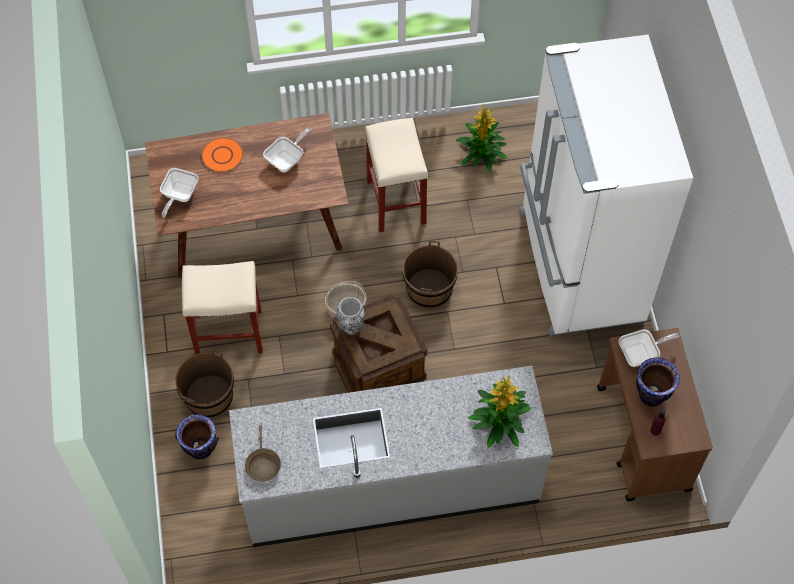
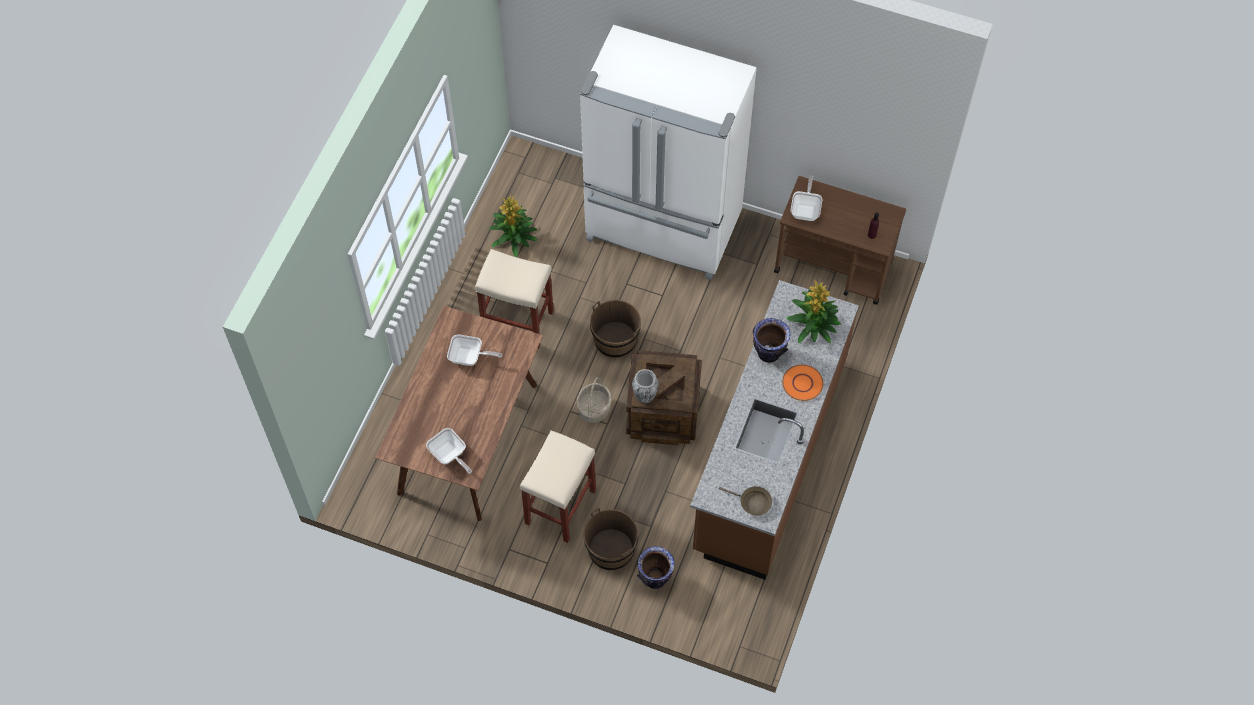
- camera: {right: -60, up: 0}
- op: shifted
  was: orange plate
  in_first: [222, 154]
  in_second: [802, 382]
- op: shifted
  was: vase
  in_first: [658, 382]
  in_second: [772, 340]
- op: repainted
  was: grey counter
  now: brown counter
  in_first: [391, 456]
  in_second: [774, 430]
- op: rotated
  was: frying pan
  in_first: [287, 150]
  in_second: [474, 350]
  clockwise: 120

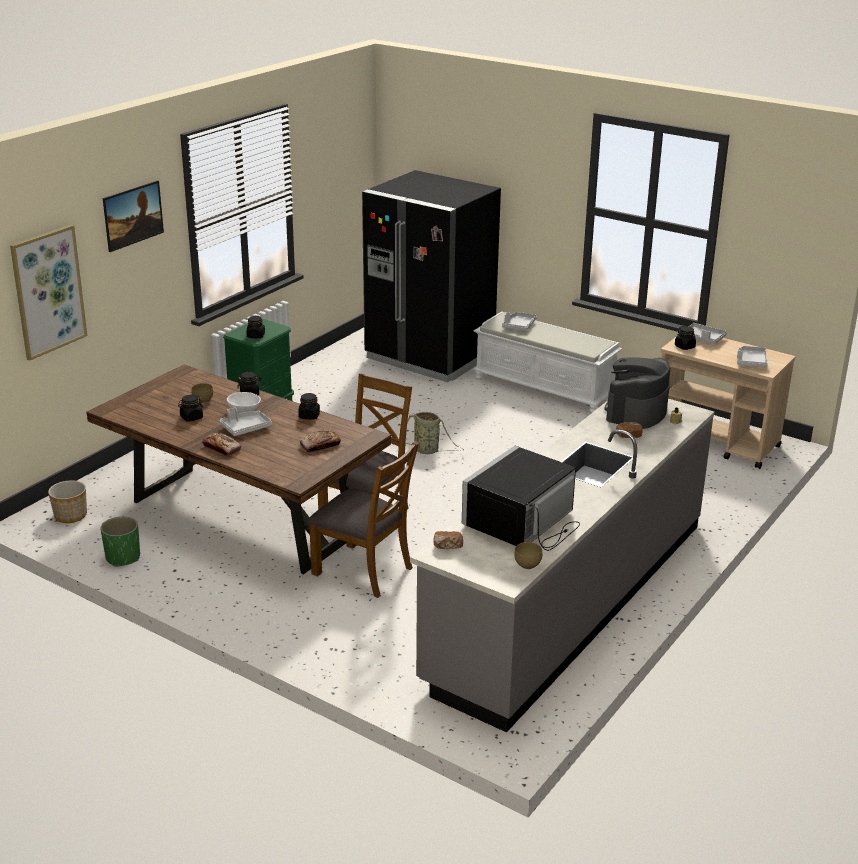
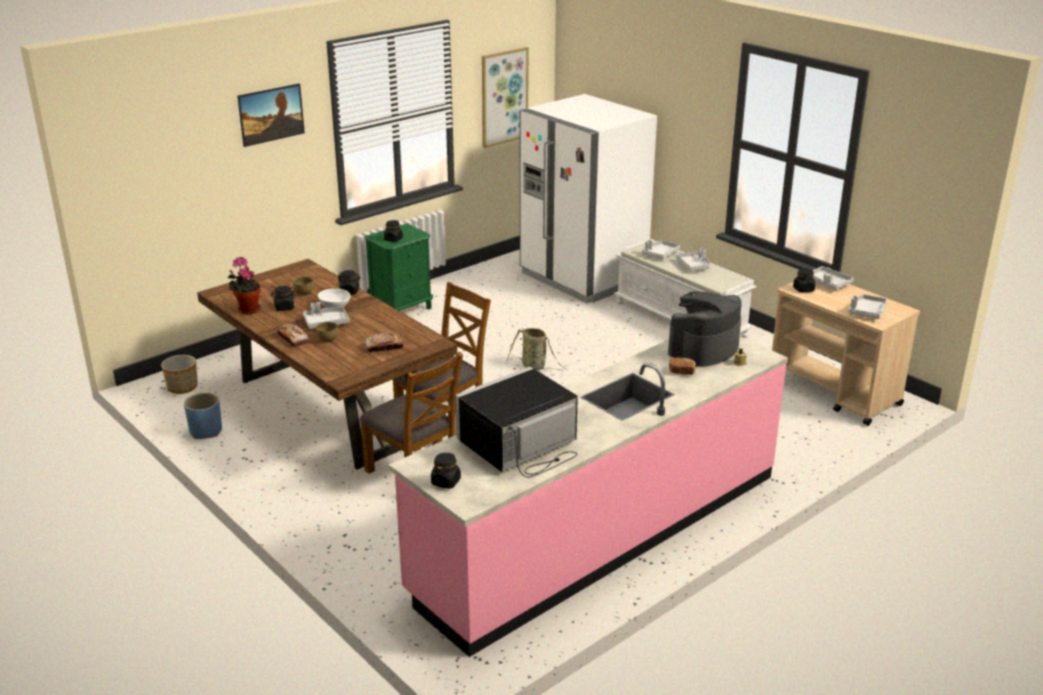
- camera: {right: 15, up: 0}
- op: gone
  was: bread
  in_first: [448, 540]
- op: new
  now: potted plant
  in_second: [244, 285]
- op: new
  now: grey tray
  in_second: [693, 259]
- op: shifted
  was: picture
  in_first: [48, 293]
  in_second: [505, 97]
- op: shifted
  was: black jar
  in_first: [309, 406]
  in_second: [446, 471]
- op: shifted
  was: brown bowl
  in_first: [528, 555]
  in_second: [327, 332]
- op: repainted
  was: green planter
  now: blue planter
  in_first: [120, 541]
  in_second: [203, 416]
- op: repainted
  was: black fridge
  now: white fridge
  in_first: [431, 276]
  in_second: [588, 199]
- op: repainted
  was: grey counter
  now: pink counter
  in_first: [562, 565]
  in_second: [588, 496]

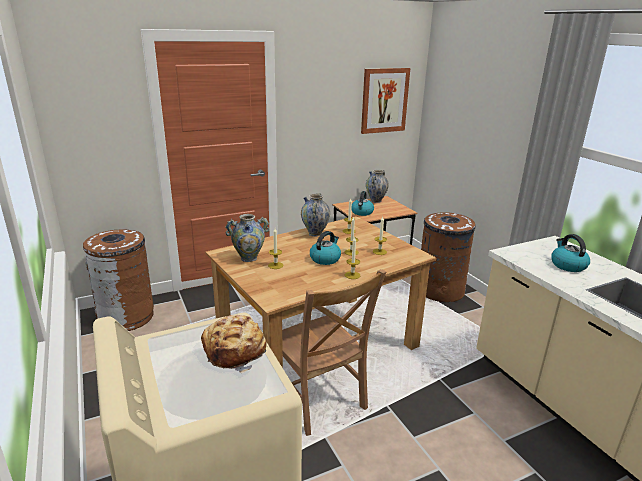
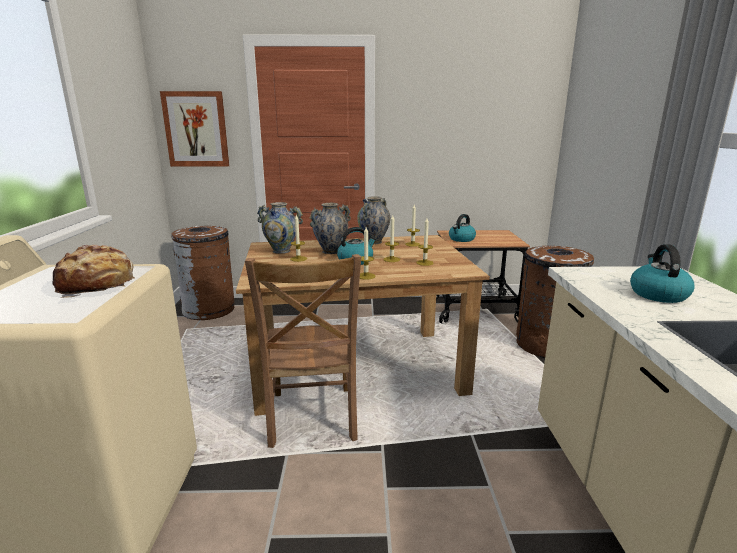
- camera: {right: 25, up: -5}
- op: shifted
  was: picture
  in_first: [385, 101]
  in_second: [194, 129]
- op: shifted
  was: vase
  in_first: [377, 186]
  in_second: [330, 228]

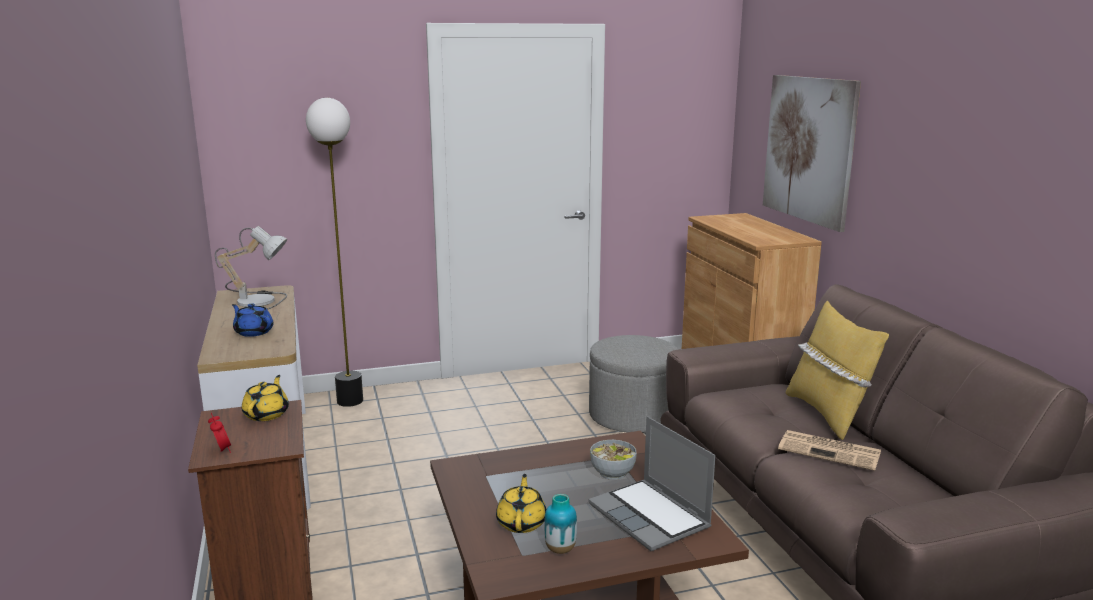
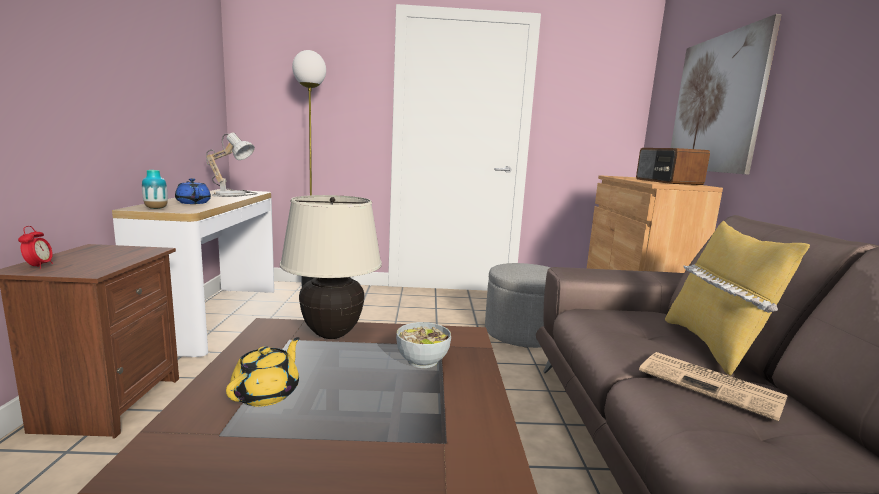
- camera: {right: 15, up: -5}
- op: gone
  was: yellow teapot
  in_first: [265, 398]
- op: gone
  was: laptop
  in_first: [652, 483]
- op: new
  now: beige table lamp
  in_second: [331, 267]
- op: new
  now: radio
  in_second: [673, 166]
- op: shifted
  was: vase
  in_first: [560, 524]
  in_second: [155, 189]

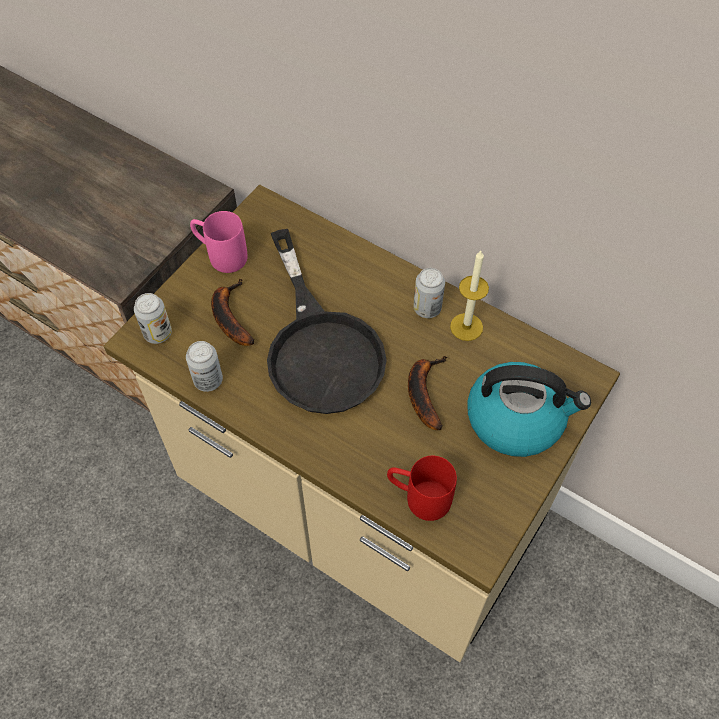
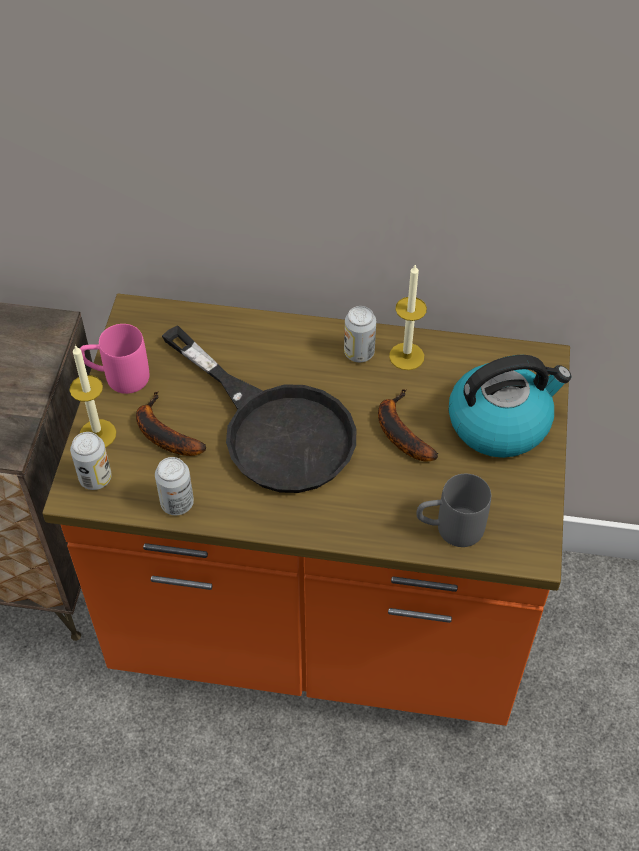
- camera: {right: -25, up: -5}
- op: new
  now: candle
  in_second: [92, 396]
- op: repainted
  was: beige counter
  now: orange counter
  in_first: [362, 423]
  in_second: [306, 510]
- op: repainted
  was: red mug
  now: grey mug
  in_first: [422, 488]
  in_second: [453, 510]

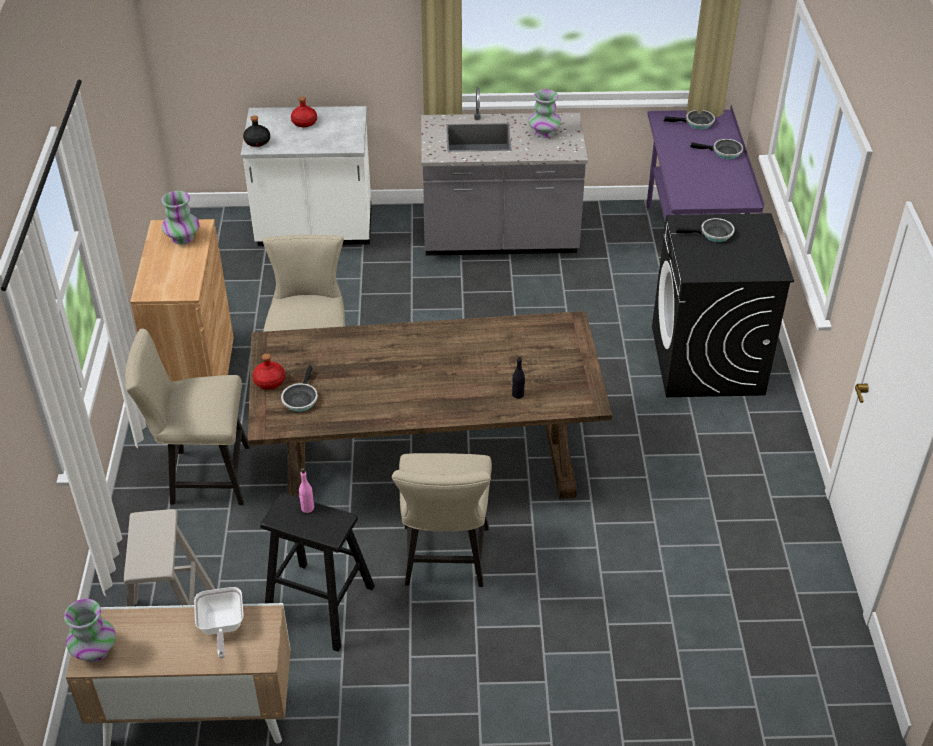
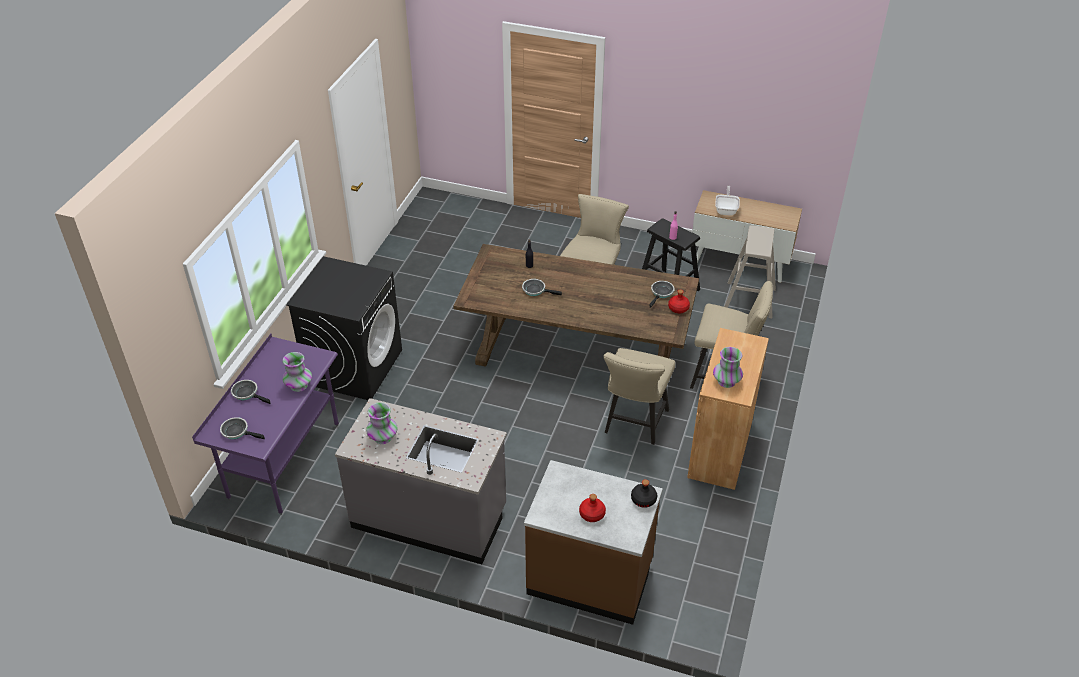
- camera: {right: -160, up: 0}
- op: shifted
  was: vase
  in_first: [90, 630]
  in_second: [297, 372]
- op: shifted
  was: frying pan
  in_first: [705, 230]
  in_second: [542, 287]
- op: repainted
  was: white counter
  now: brown counter
  in_first: [306, 176]
  in_second: [593, 542]

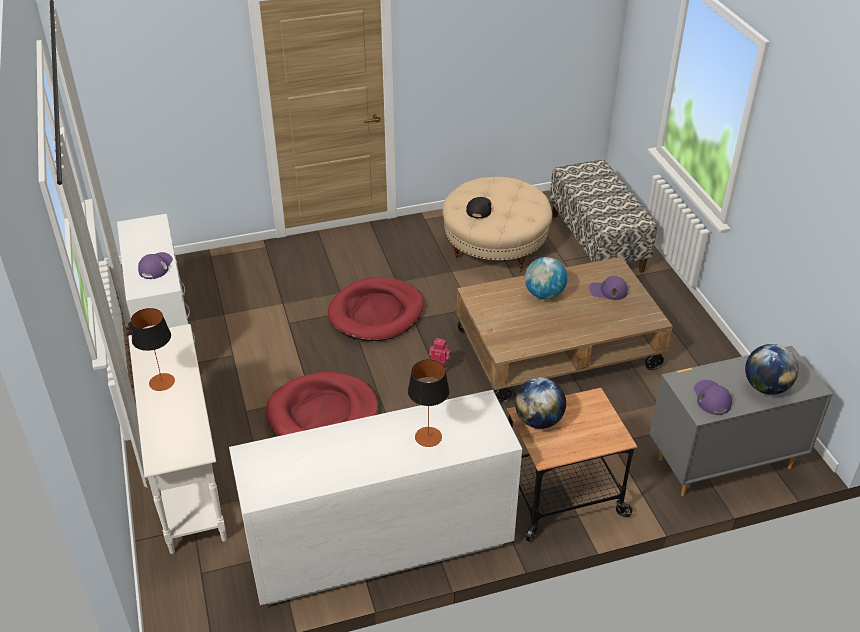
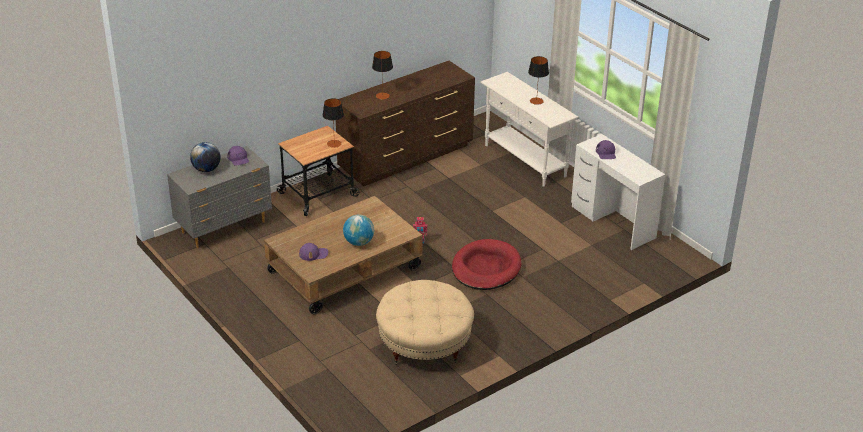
- camera: {right: 160, up: -5}
- op: gone
  was: red dog bed
  in_first: [322, 404]
- op: gone
  was: black cap
  in_first: [479, 207]
- op: gone
  was: bench
  in_first: [603, 216]
- op: swapped
  was: globe
  now: table lamp
  in_first: [540, 403]
  in_second: [333, 123]
- op: repainted
  was: white dresser
  now: brown dresser
  in_first: [375, 497]
  in_second: [405, 123]

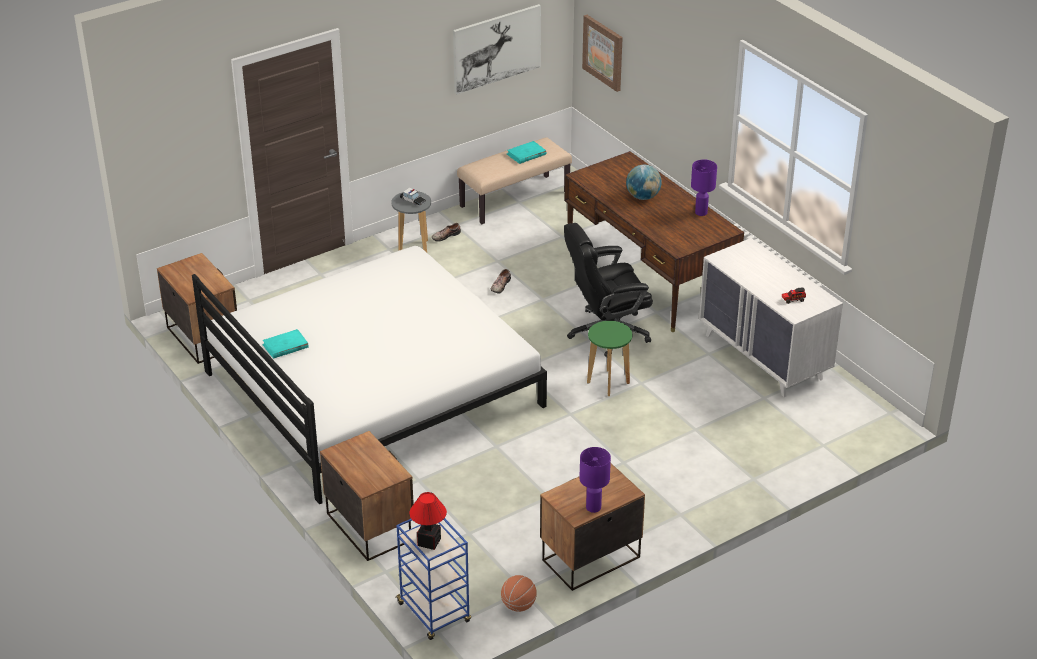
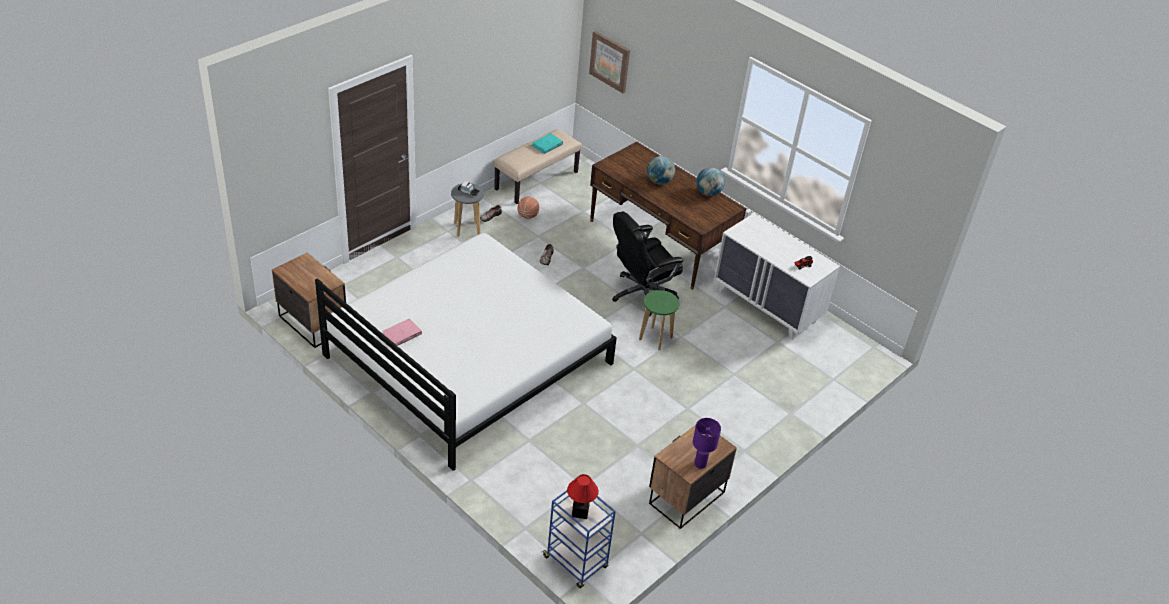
- camera: {right: -15, up: 5}
- op: gone
  was: nightstand
  in_first: [367, 496]
- op: gone
  was: picture
  in_first: [497, 49]
- op: shifted
  was: basketball
  in_first: [519, 593]
  in_second: [528, 208]
- op: swapped
  was: purple table lamp
  now: globe
  in_first: [704, 188]
  in_second: [710, 181]
- op: repainted
  was: turquoise book
  now: pink book
  in_first: [285, 344]
  in_second: [402, 332]

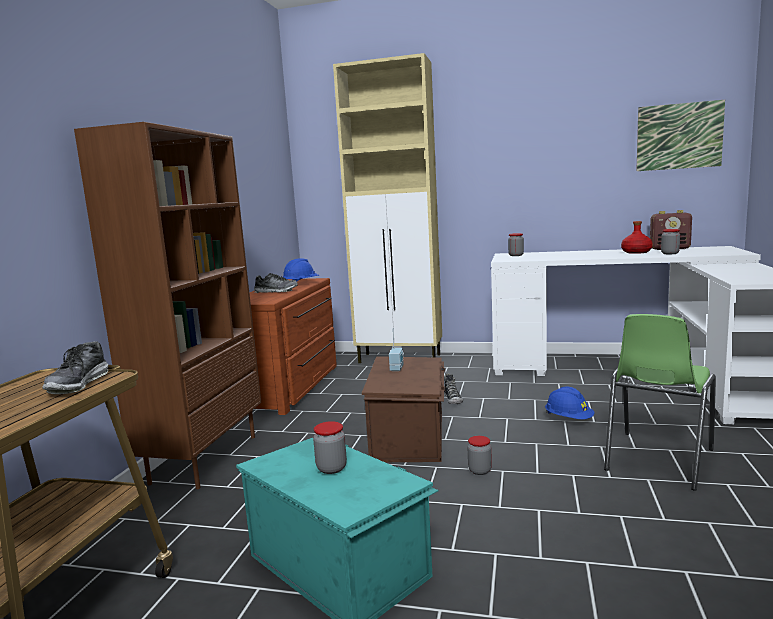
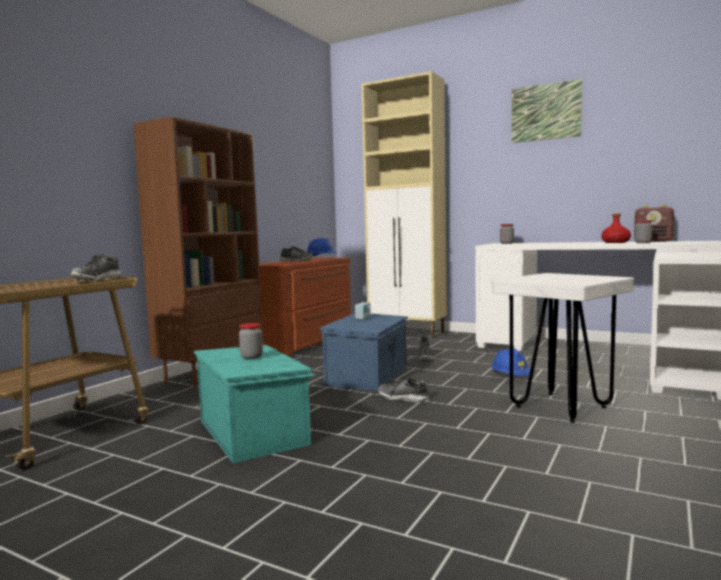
- camera: {right: 15, up: -5}
- op: shifted
  was: picture
  in_first: [680, 135]
  in_second: [547, 111]
- op: swapped
  was: jar
  now: shoe
  in_first: [479, 455]
  in_second: [403, 389]
- op: swapped
  was: green chair
  now: white stool
  in_first: [660, 402]
  in_second: [563, 348]
- op: repainted
  was: brown storage box
  now: blue storage box
  in_first: [404, 409]
  in_second: [365, 352]

